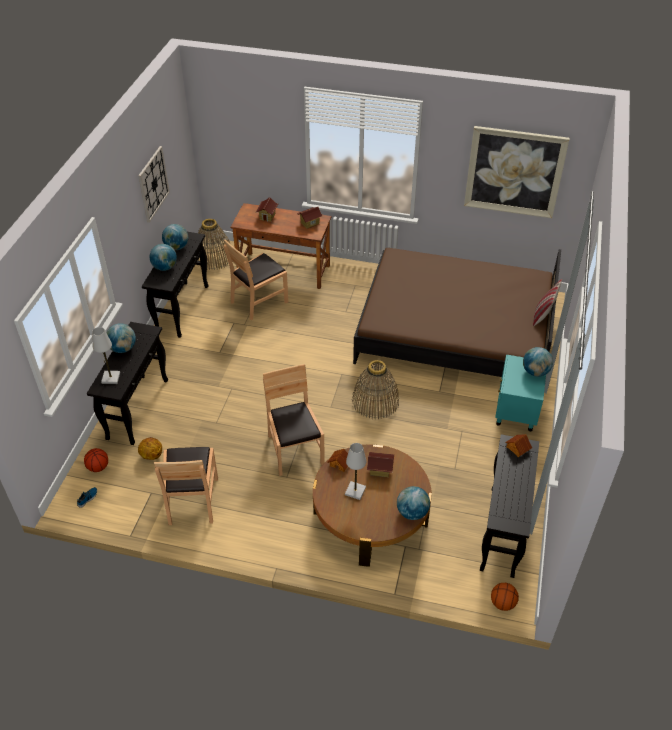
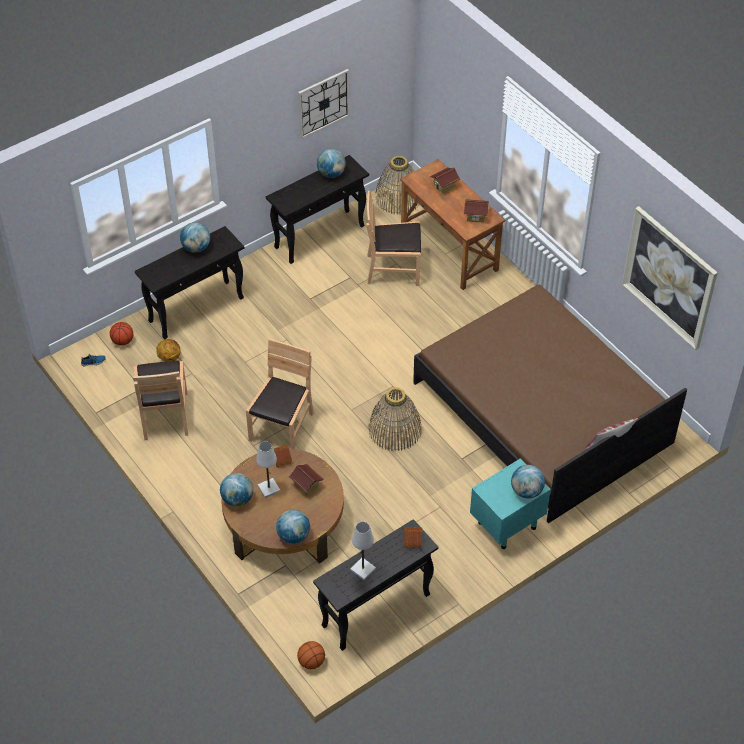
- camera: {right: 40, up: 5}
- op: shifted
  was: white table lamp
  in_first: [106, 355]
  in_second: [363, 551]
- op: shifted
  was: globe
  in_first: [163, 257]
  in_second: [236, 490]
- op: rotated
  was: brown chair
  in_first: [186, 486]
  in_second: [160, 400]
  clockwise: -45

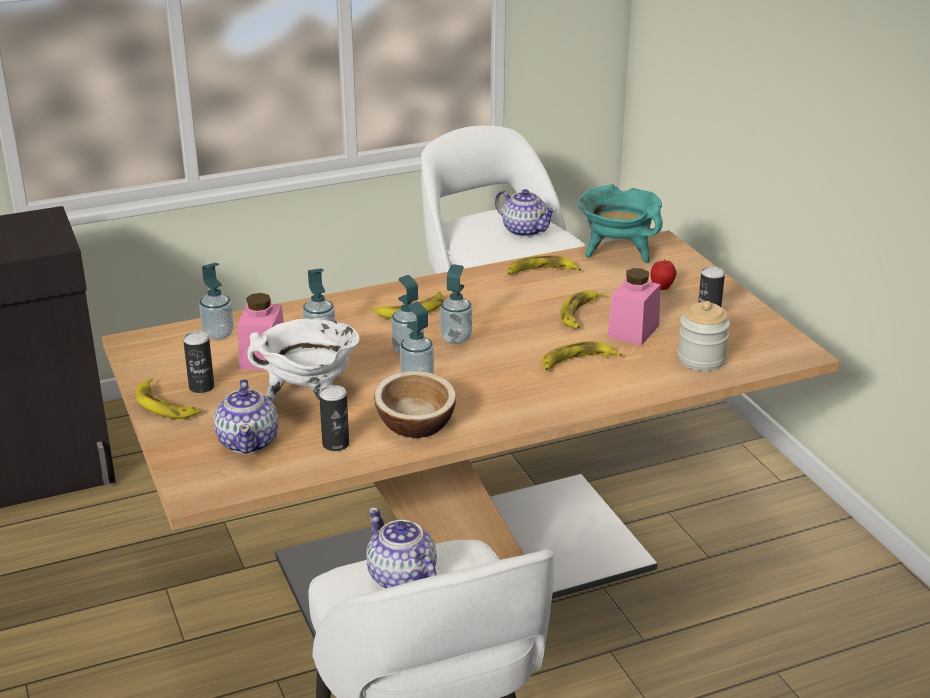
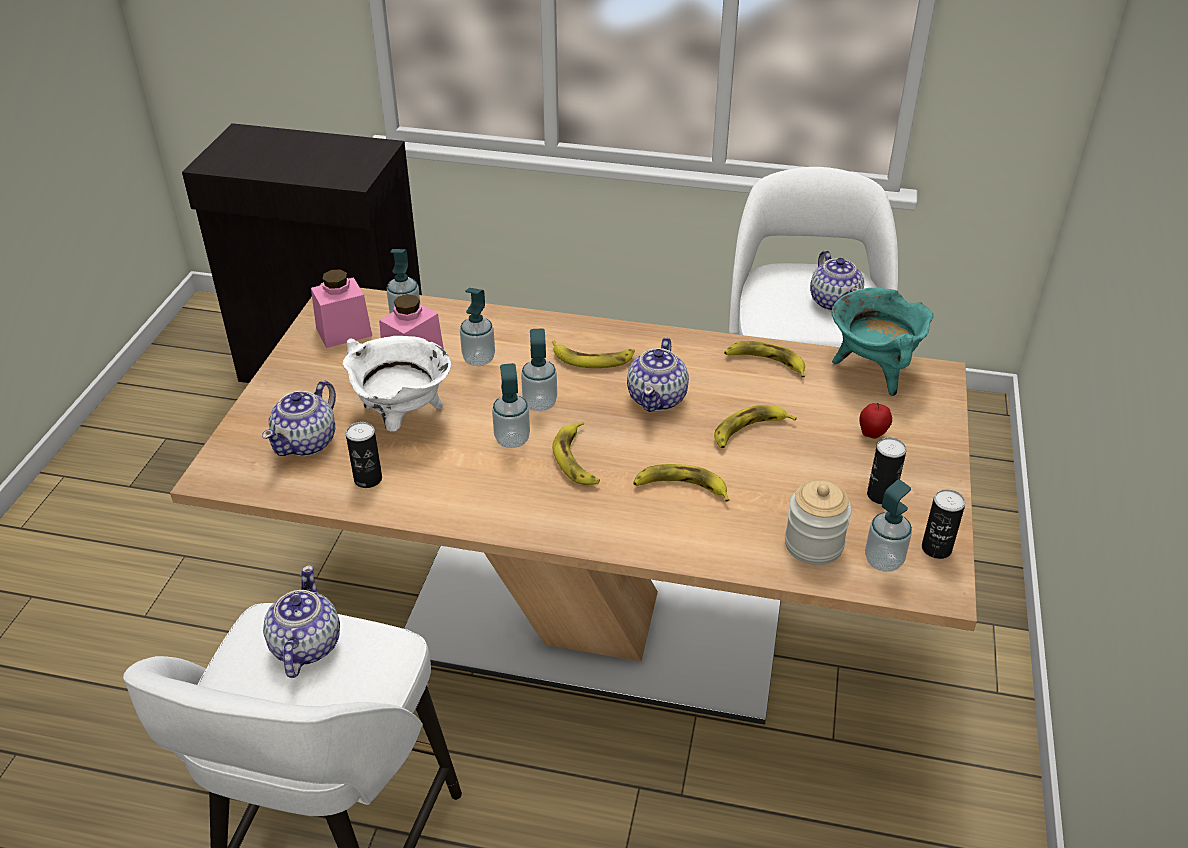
- camera: {right: 35, up: 10}
- op: gone
  was: bowl
  in_first: [415, 404]
- op: new
  now: teapot
  in_second: [658, 374]
- op: shifted
  was: banana
  in_first: [168, 398]
  in_second: [576, 453]
- op: shifted
  was: can
  in_first: [198, 362]
  in_second: [943, 524]
- op: shifted
  was: soap dispenser
  in_first: [456, 304]
  in_second: [888, 526]
- op: shifted
  was: pink jar
  in_first: [634, 307]
  in_second: [341, 308]

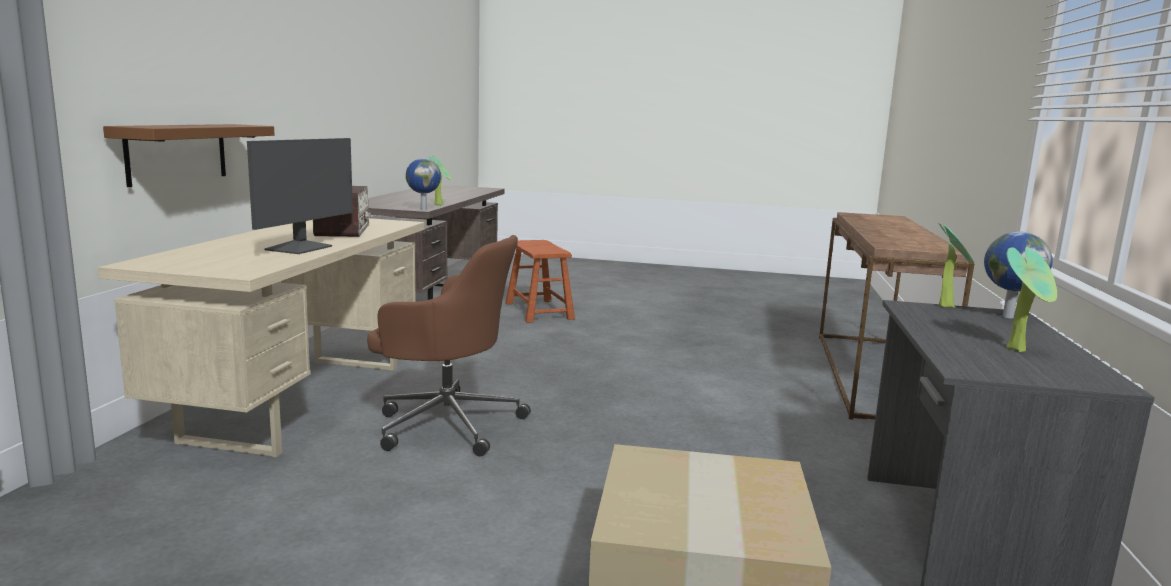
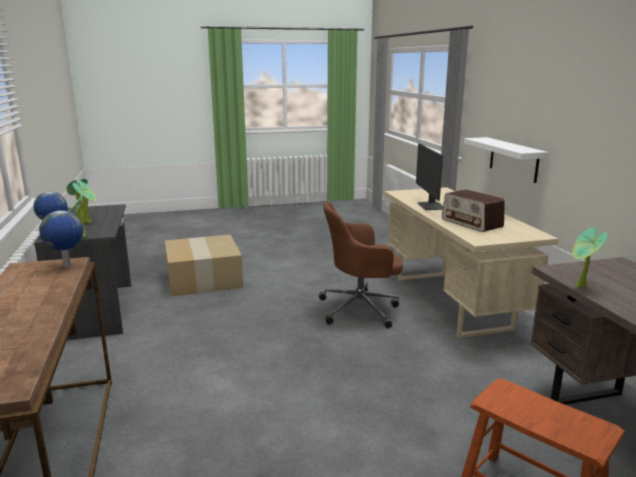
- camera: {right: 155, up: 5}
- op: new
  now: potted plant
  in_second: [84, 202]
- op: shifted
  was: globe
  in_first: [423, 184]
  in_second: [61, 238]
- op: repainted
  was: brown shelf
  now: white shelf
  in_first: [189, 155]
  in_second: [506, 160]

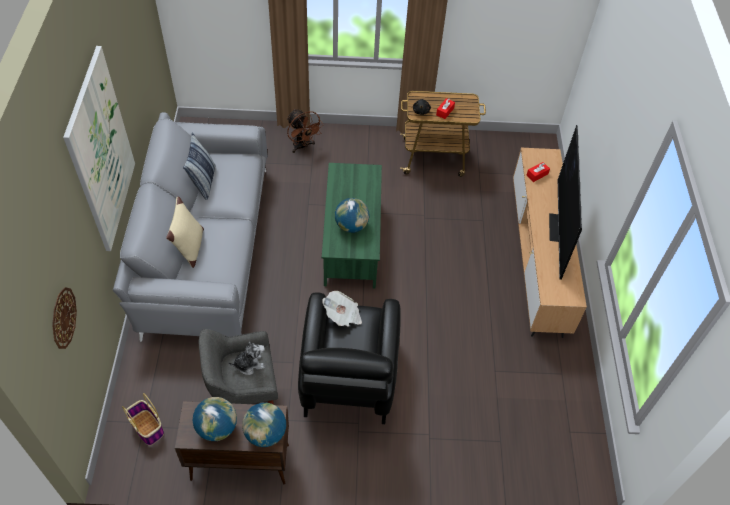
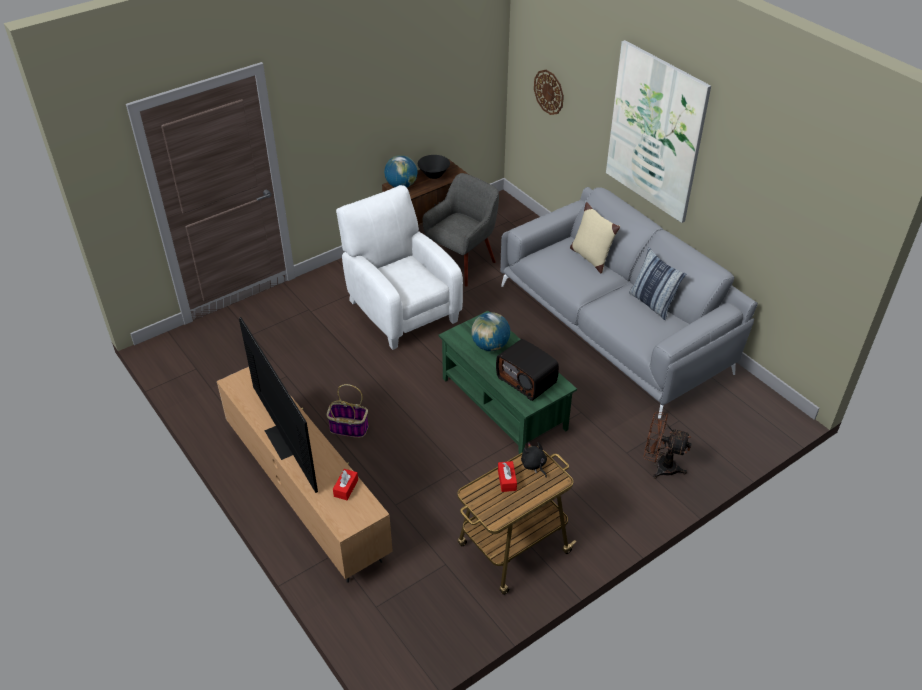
- camera: {right: 145, up: -10}
- op: gone
  was: plush toy
  in_first: [246, 358]
- op: gone
  was: newspaper
  in_first: [342, 309]
- op: new
  now: radio
  in_second: [527, 370]
- op: shifted
  was: basket
  in_first: [143, 419]
  in_second: [348, 411]
- op: swapped
  was: globe
  now: black bowl
  in_first: [215, 419]
  in_second: [434, 167]
- op: repainted
  was: black armchair
  now: white armchair
  in_first: [349, 358]
  in_second: [399, 267]

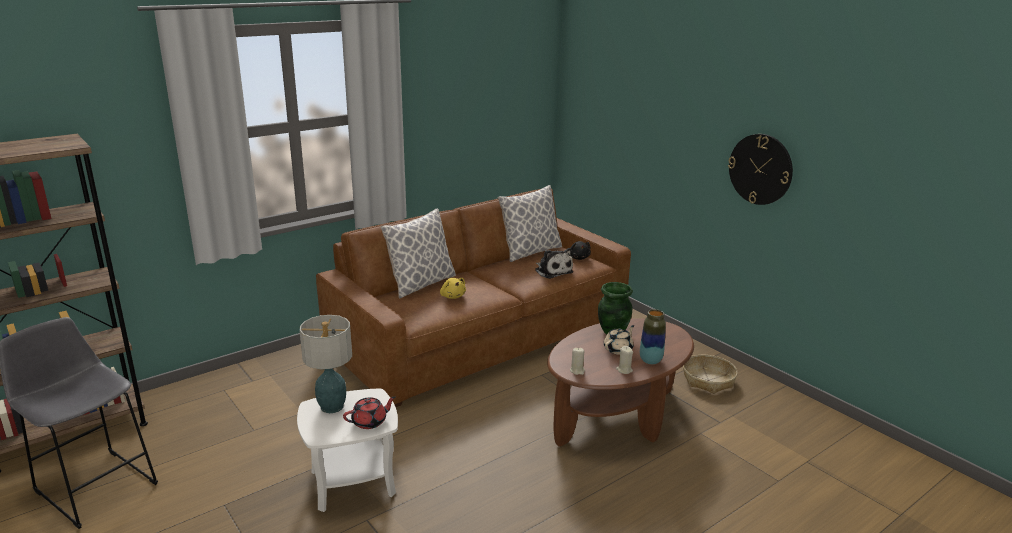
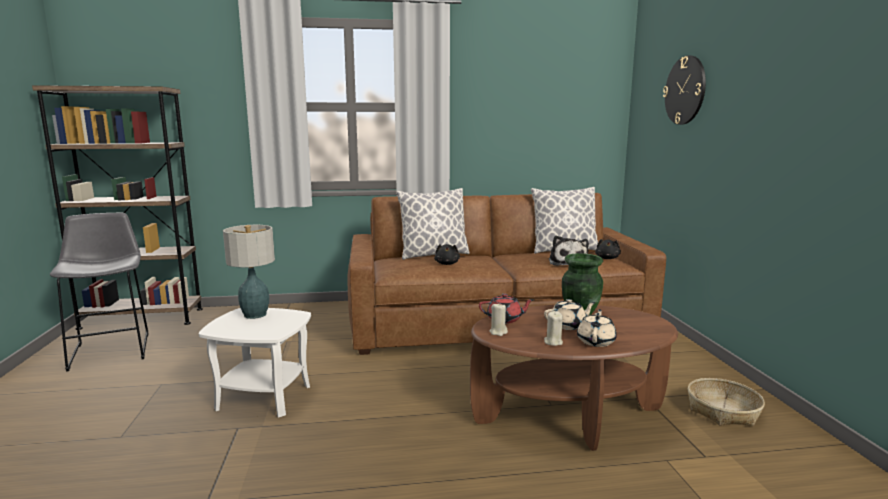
- camera: {right: 30, up: -10}
- op: shifted
  was: red teapot
  in_first: [369, 412]
  in_second: [506, 308]
- op: shifted
  was: wall clock
  in_first: [760, 169]
  in_second: [684, 90]
- op: swapped
  was: vase
  now: beige teapot
  in_first: [653, 337]
  in_second: [597, 328]
- op: repainted
  was: yellow plush toy
  now: black plush toy
  in_first: [453, 288]
  in_second: [447, 254]

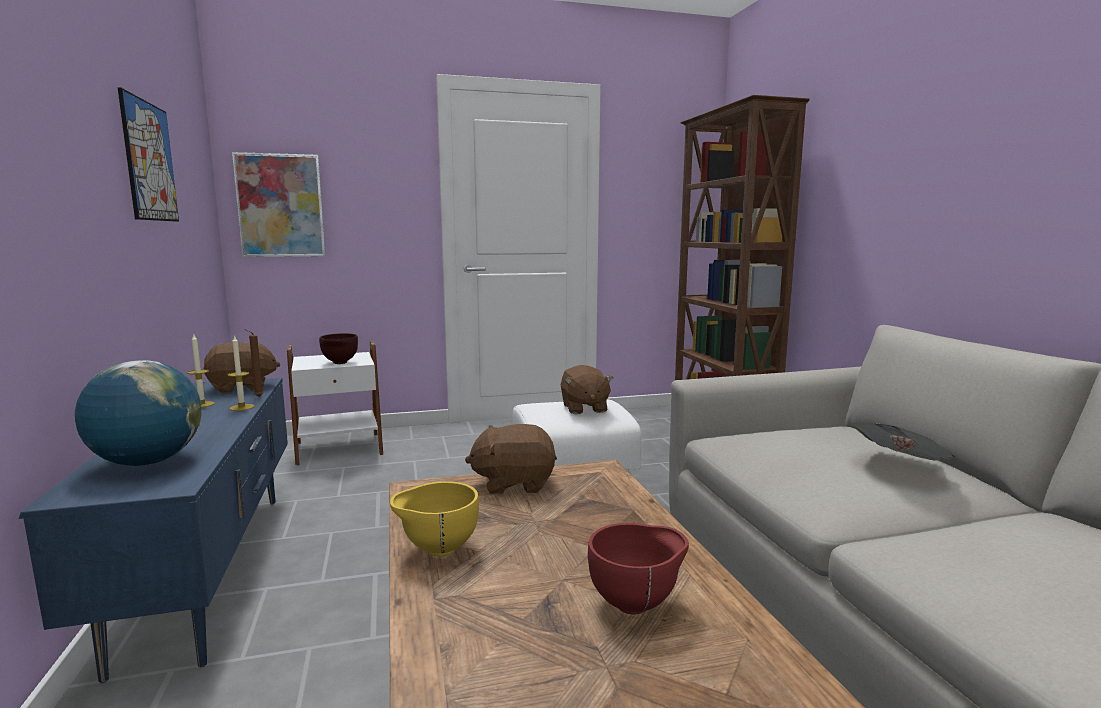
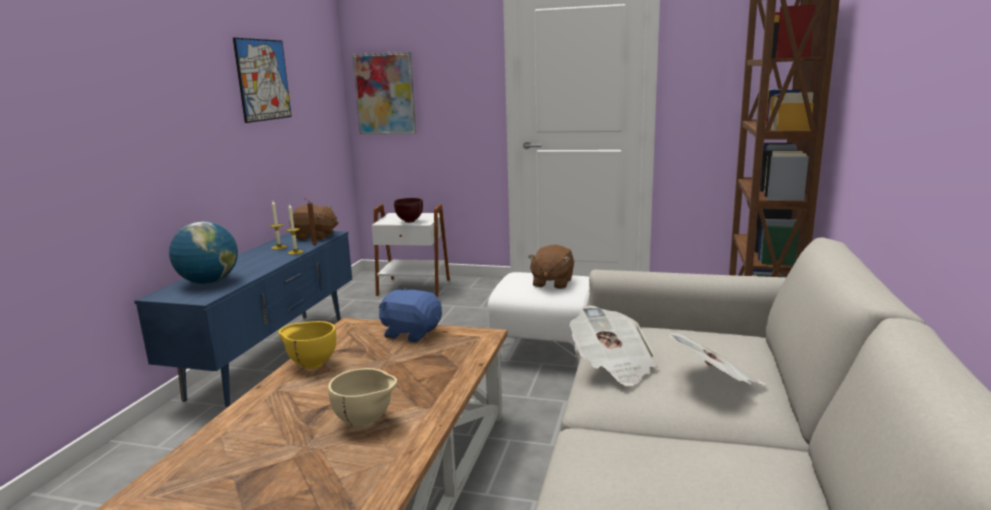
- camera: {right: 30, up: 5}
- op: new
  now: newspaper
  in_second: [614, 346]
- op: repainted
  was: brown plush toy
  now: blue plush toy
  in_first: [511, 459]
  in_second: [410, 315]
- op: repainted
  was: red bowl
  now: beige bowl
  in_first: [638, 568]
  in_second: [362, 398]

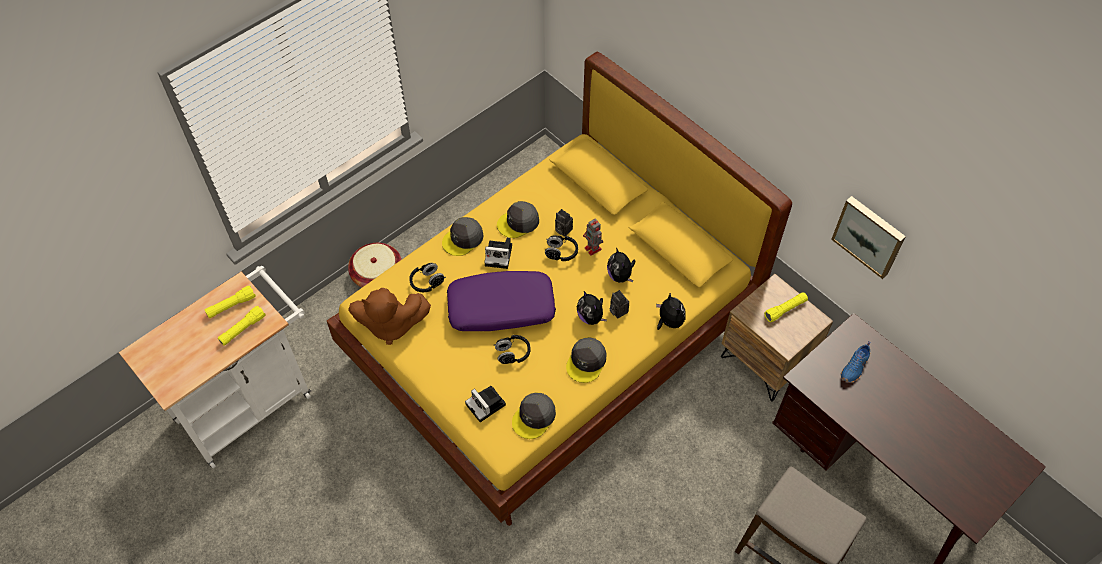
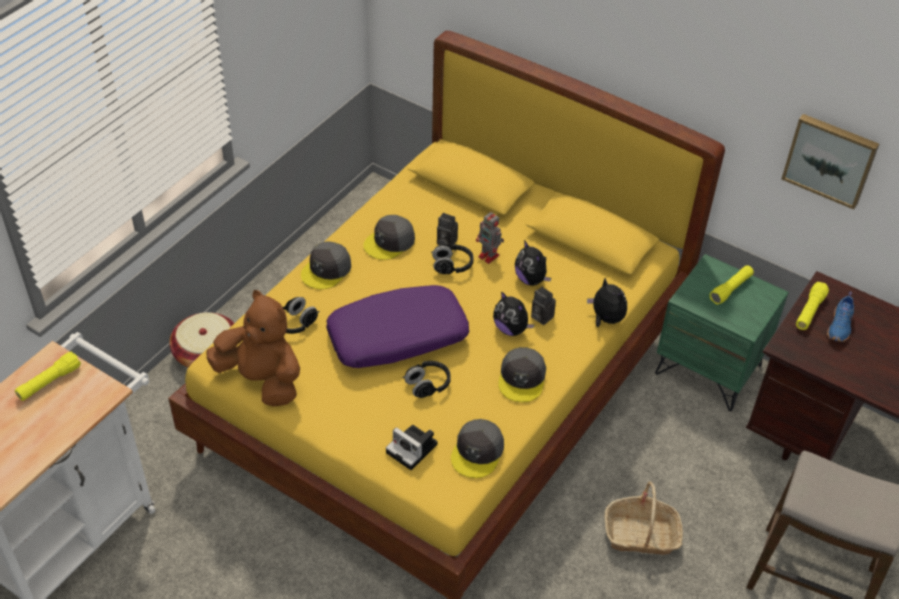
- camera: {right: -15, up: -10}
- op: gone
  was: photo camera
  in_first: [498, 253]
- op: new
  now: basket
  in_second: [644, 518]
- op: shifted
  was: yellow flashlight
  in_first: [242, 325]
  in_second: [812, 306]
- op: repainted
  was: brown nightstand
  now: green nightstand
  in_first: [777, 338]
  in_second: [722, 332]
- op: rotated
  was: brown plush toy
  in_first: [389, 316]
  in_second: [253, 348]
  clockwise: -135

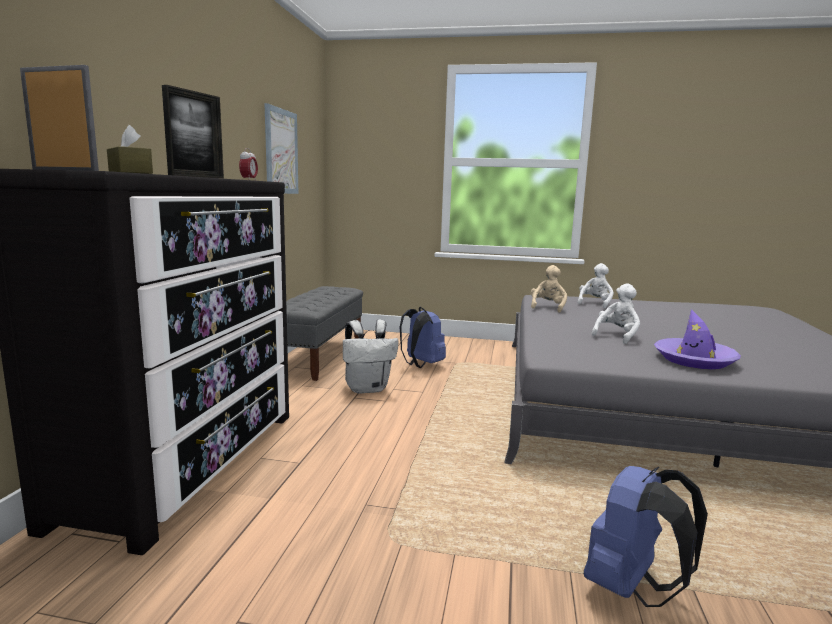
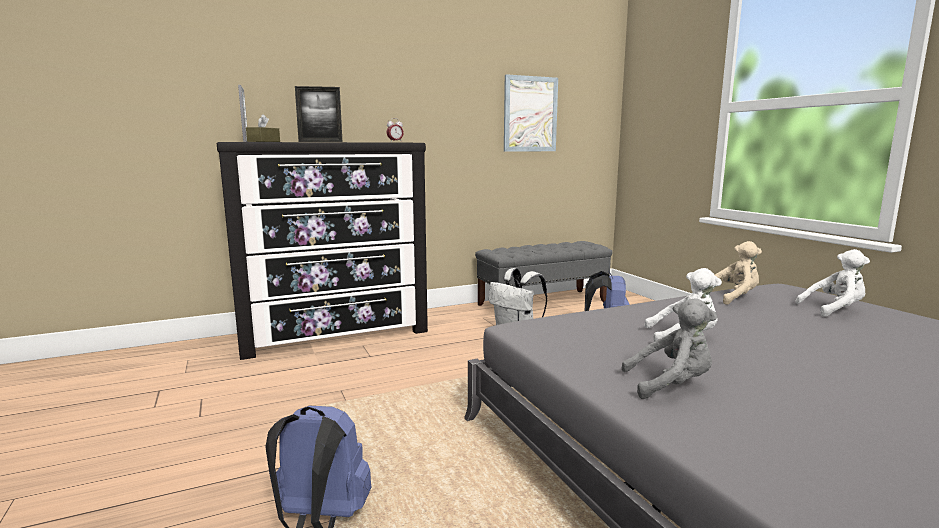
- camera: {right: 55, up: 0}
- op: swapped
  was: purple hat
  now: grey plush toy
  in_first: [697, 339]
  in_second: [669, 348]

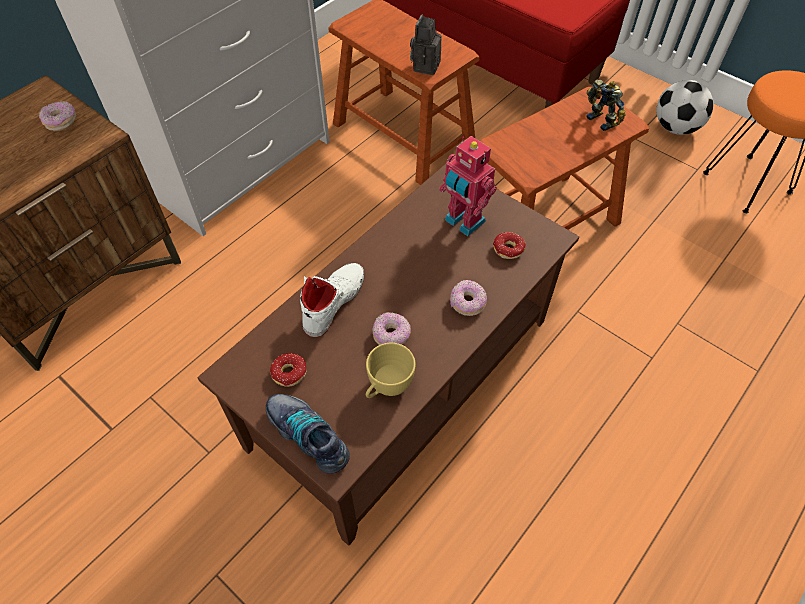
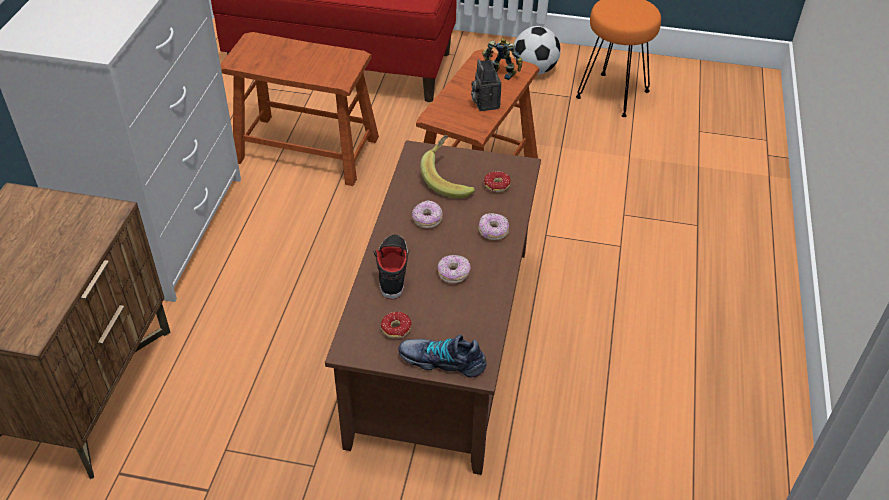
- camera: {right: -30, up: -10}
- op: gone
  was: yellow cup
  in_first: [391, 370]
- op: shifted
  was: donut
  in_first: [57, 116]
  in_second: [427, 214]
- op: shifted
  was: photo camera
  in_first: [426, 45]
  in_second: [486, 85]
- op: swapped
  was: toy robot
  now: banana
  in_first: [468, 186]
  in_second: [447, 166]
- op: repainted
  was: white shoe
  now: black shoe
  in_first: [332, 300]
  in_second: [391, 267]

